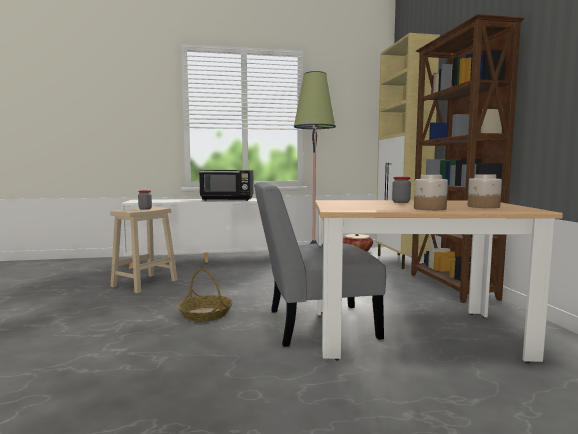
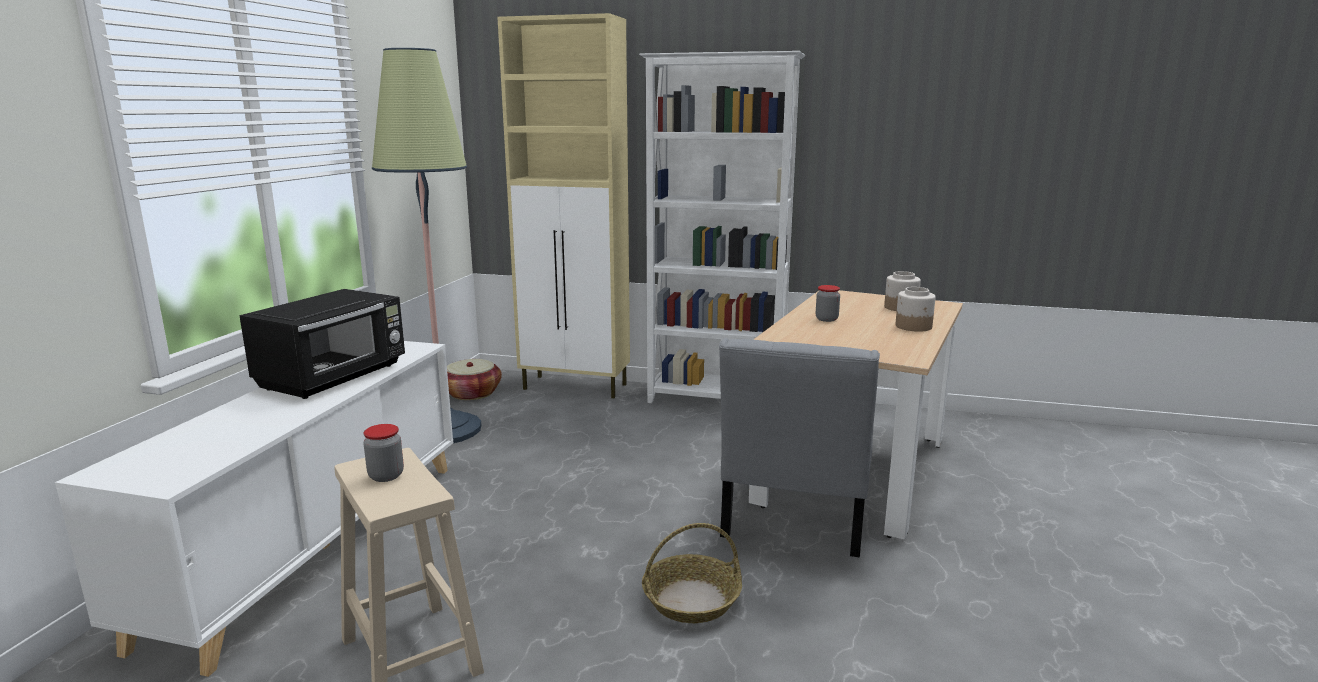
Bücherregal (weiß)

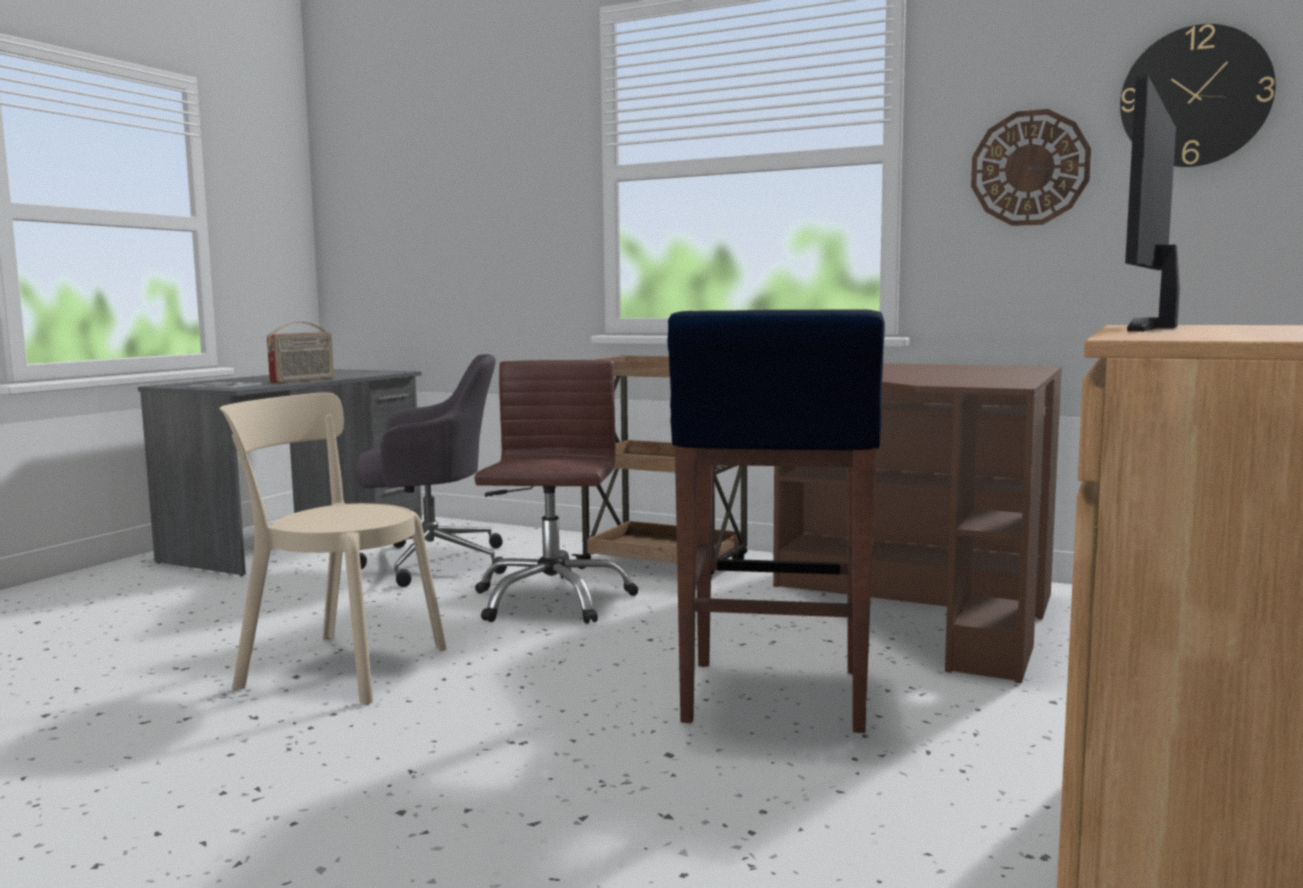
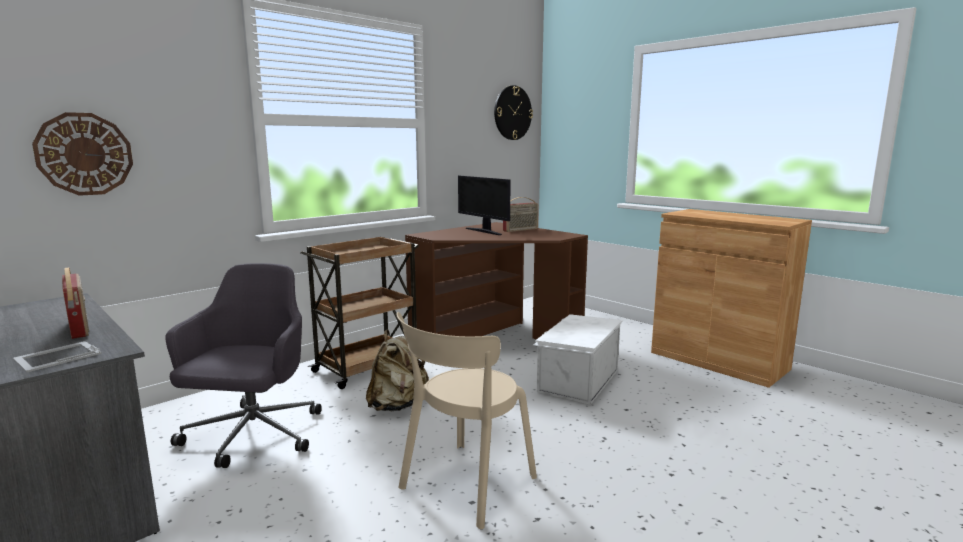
Wanduhr (no. 1 from left)
Rucksack (beige)
Monitor
Radio (no. 2 from left)
Aufbewahrungsbox (weiß)

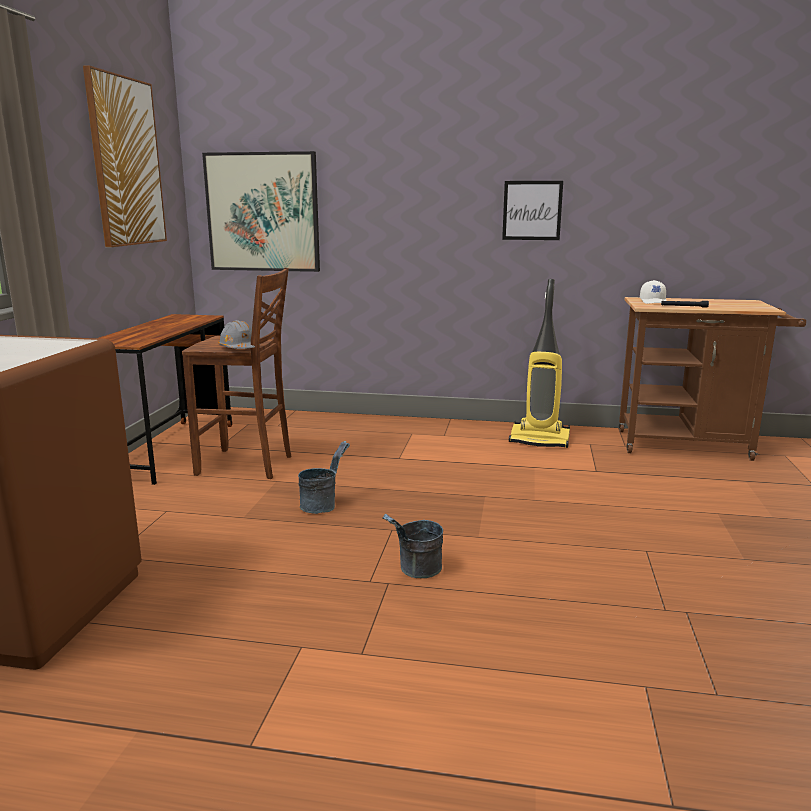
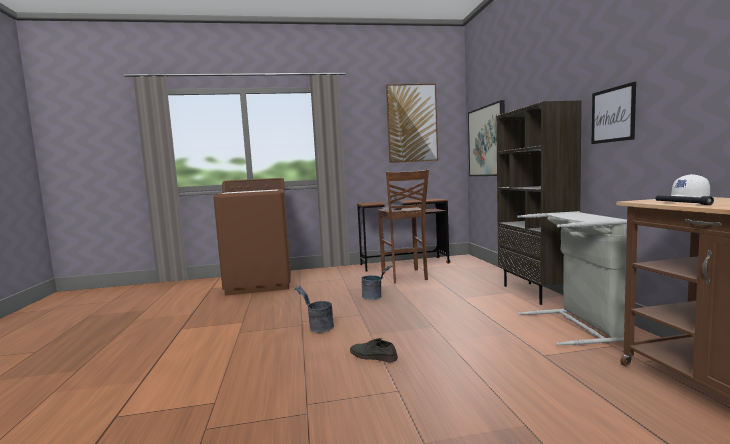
Schuh (grau)
Bücherregal (braun)
Wäschekorb (grau)

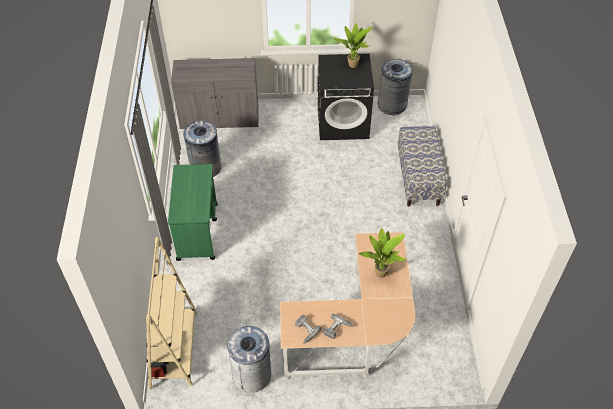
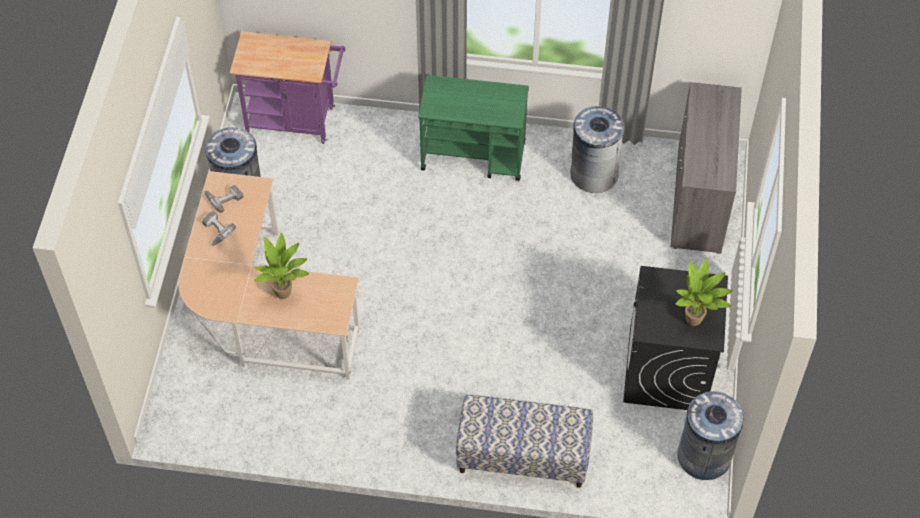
Rollwagen (lila)

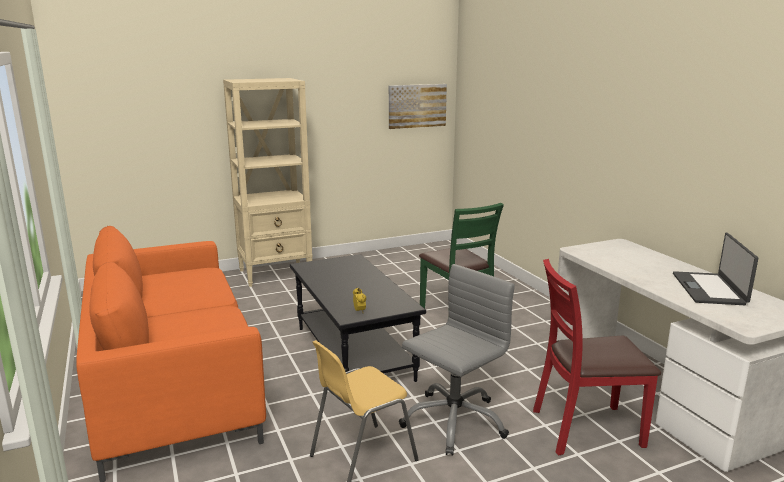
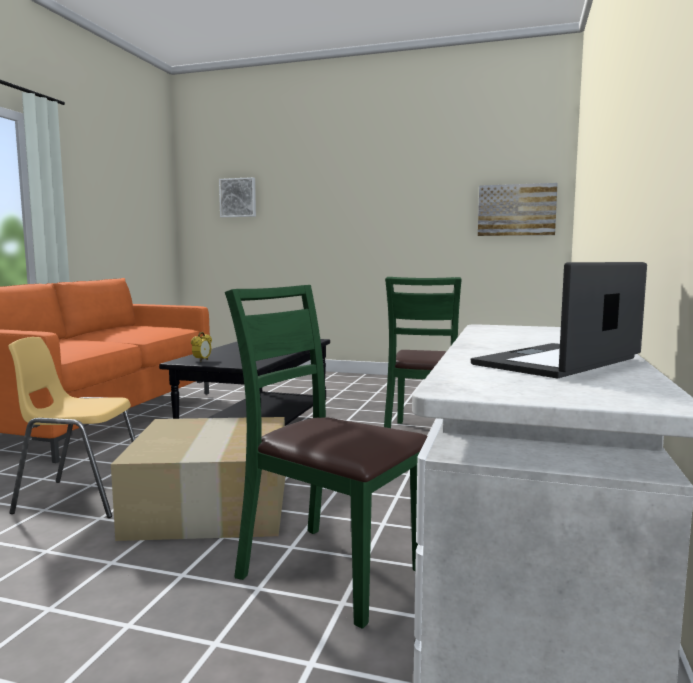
Karton
Bild (no. 1 from left)
Stuhl (grün) (no. 1 from left)
Bücherregal (beige)

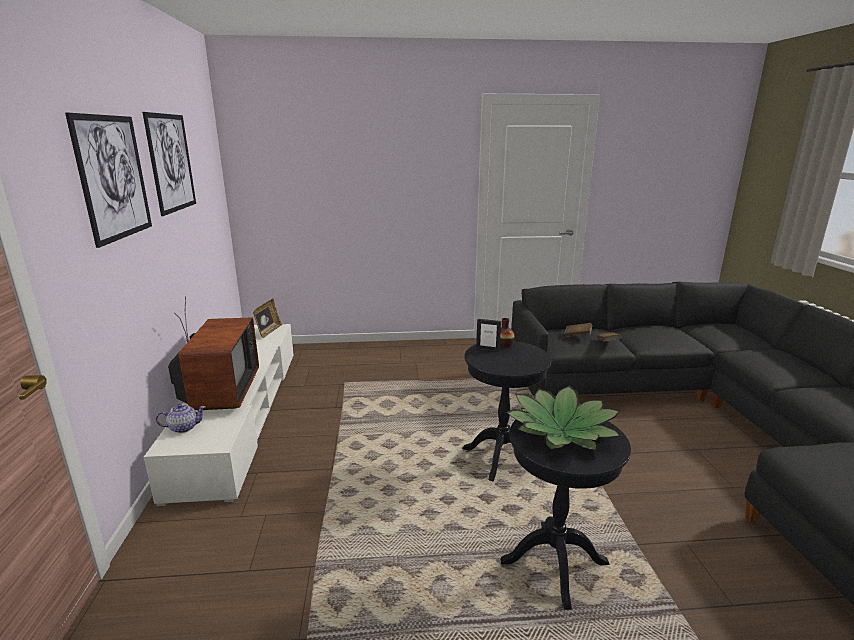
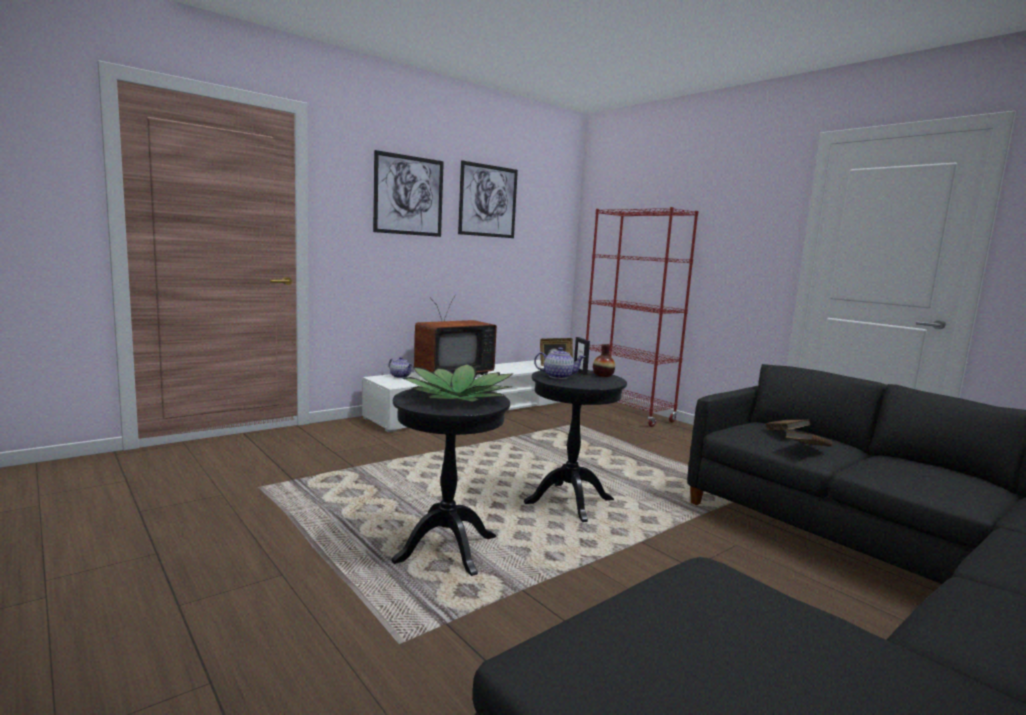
Teekanne (no. 2 from left)
Bücherregal (rot)

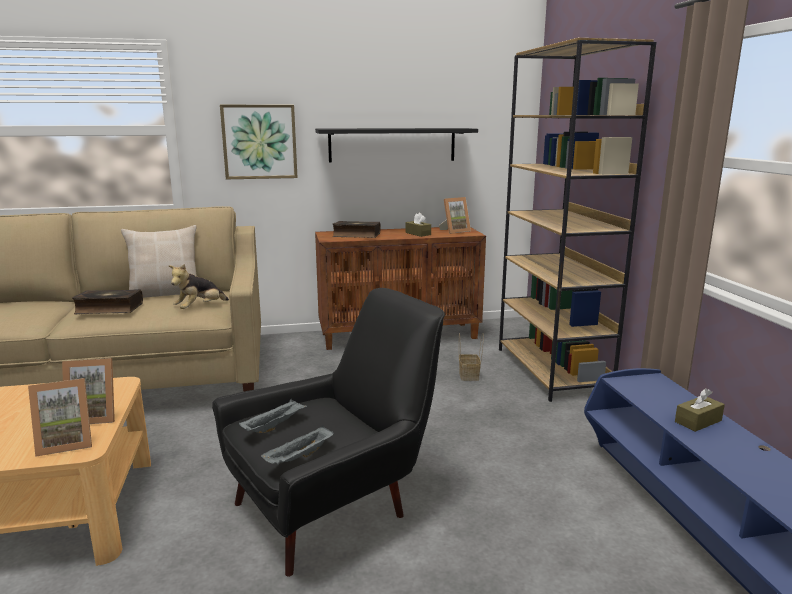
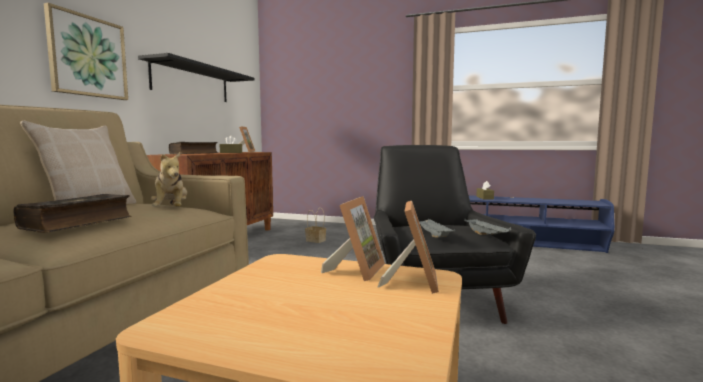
Bücherregal (braun)

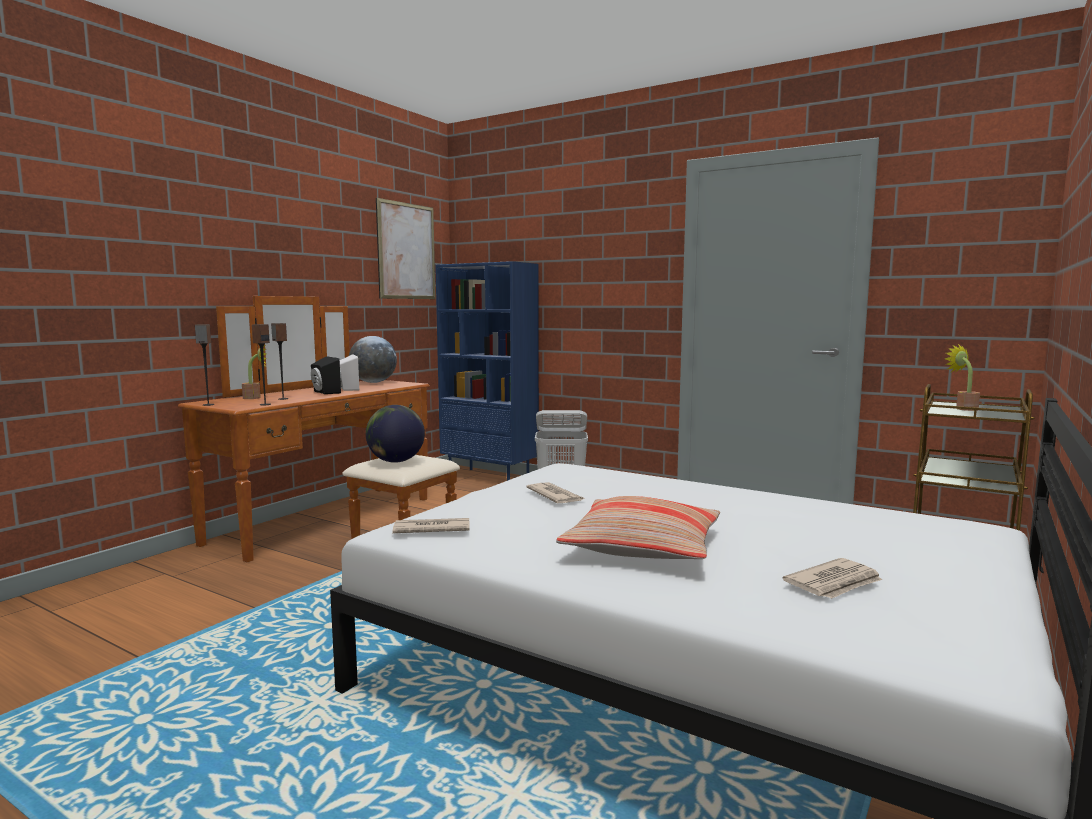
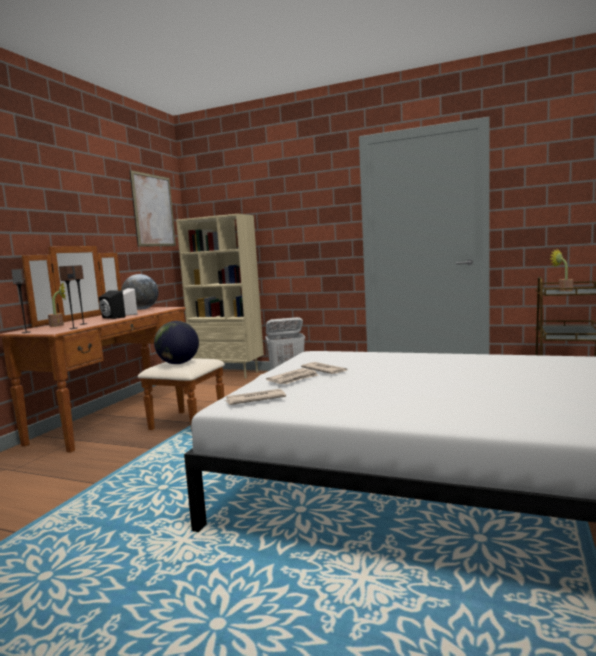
Bücherregal (beige)
Zeitung (no. 2 from left)
Kissen

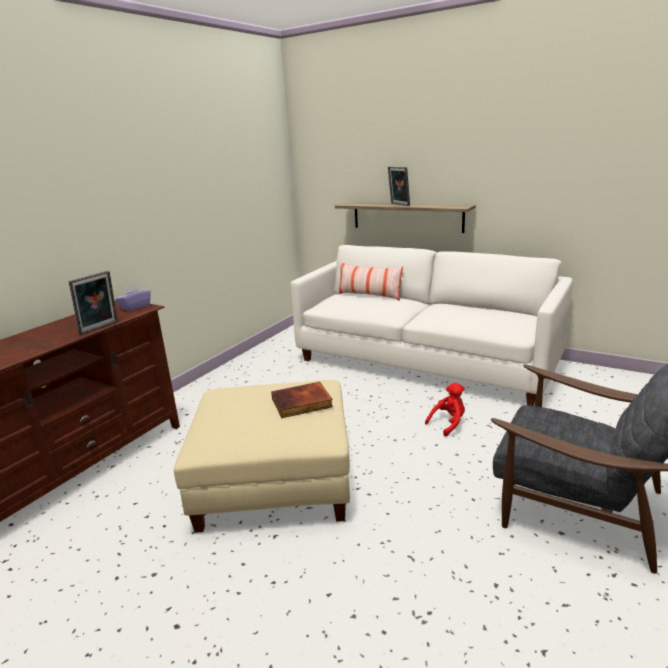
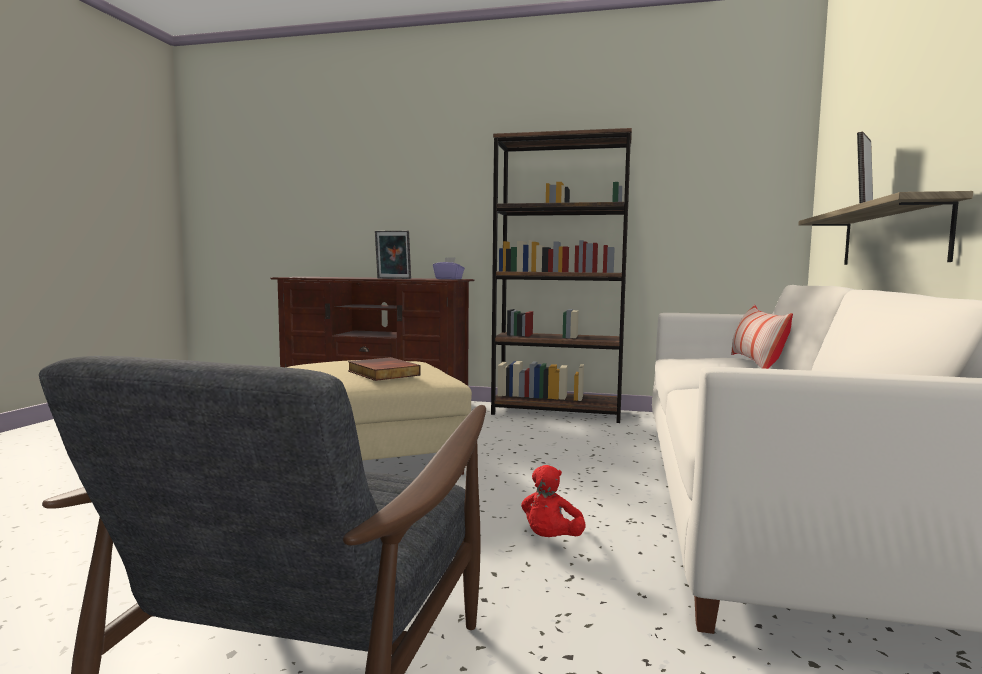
Bücherregal (braun)
Plüschtier (rot)

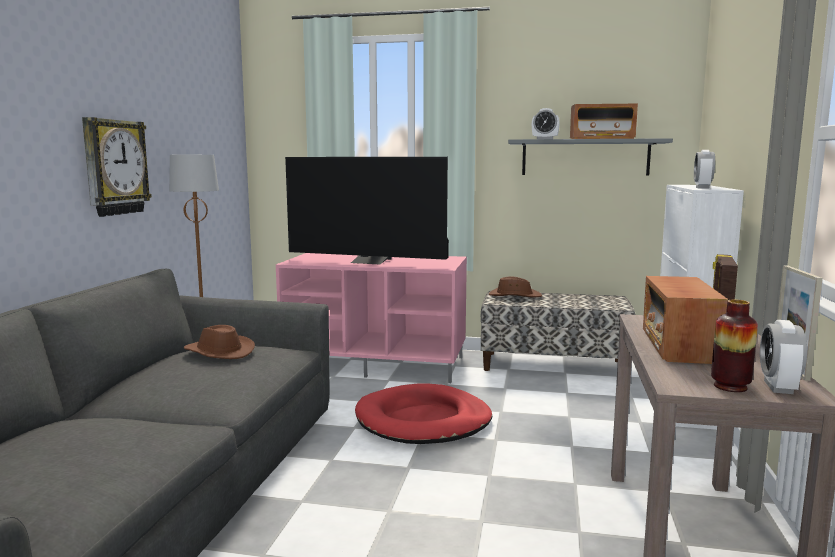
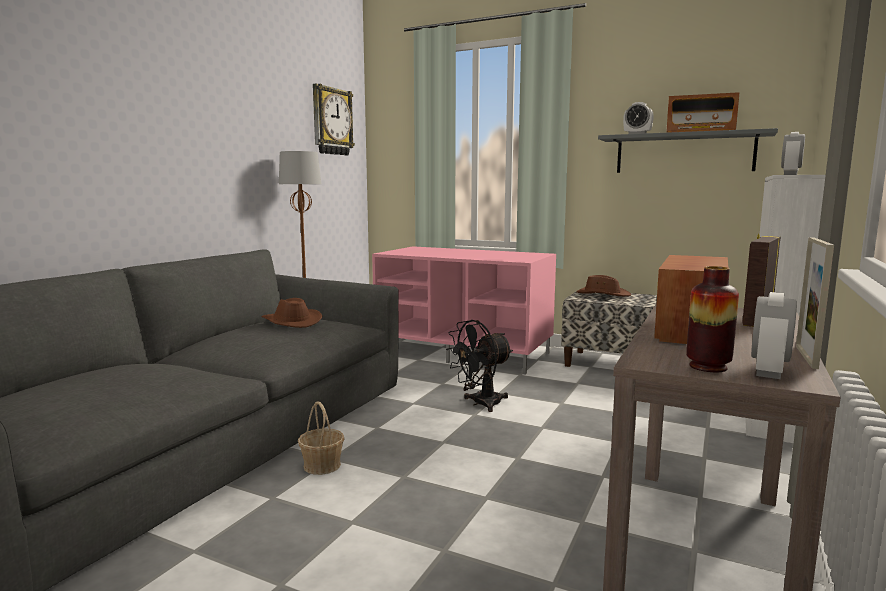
Korb
Wanduhr
Ventilator (schwarz)
Fernseher

